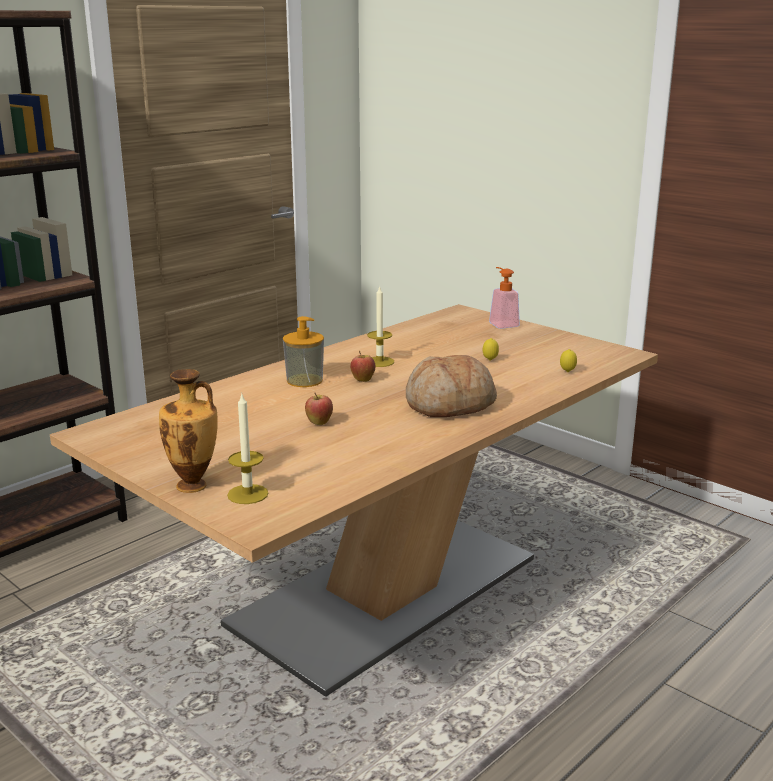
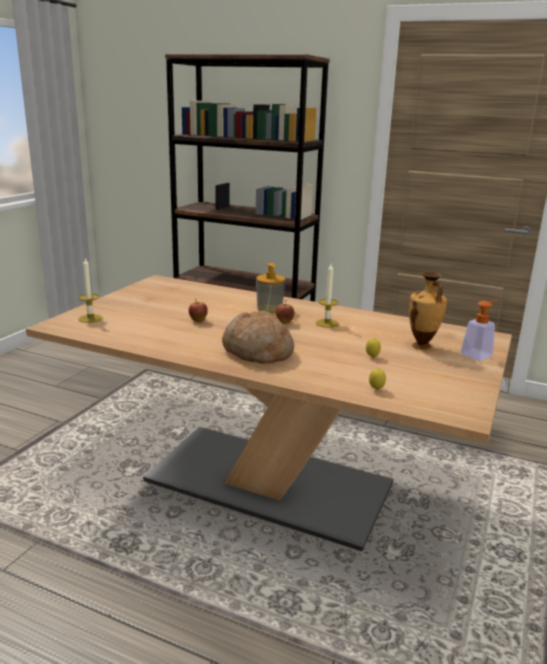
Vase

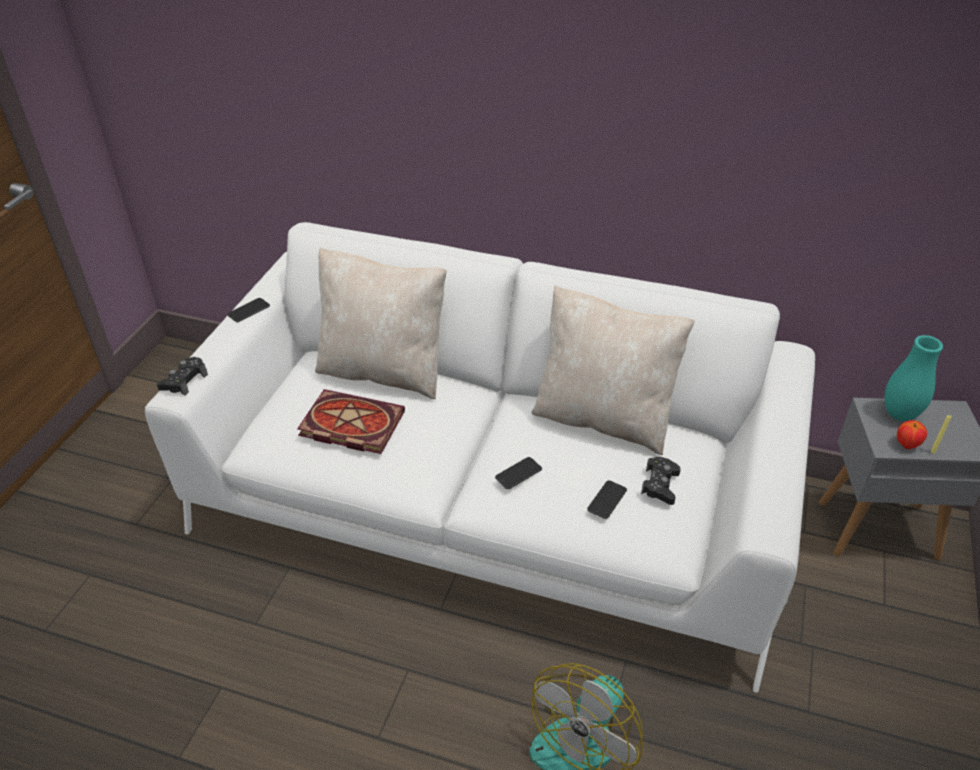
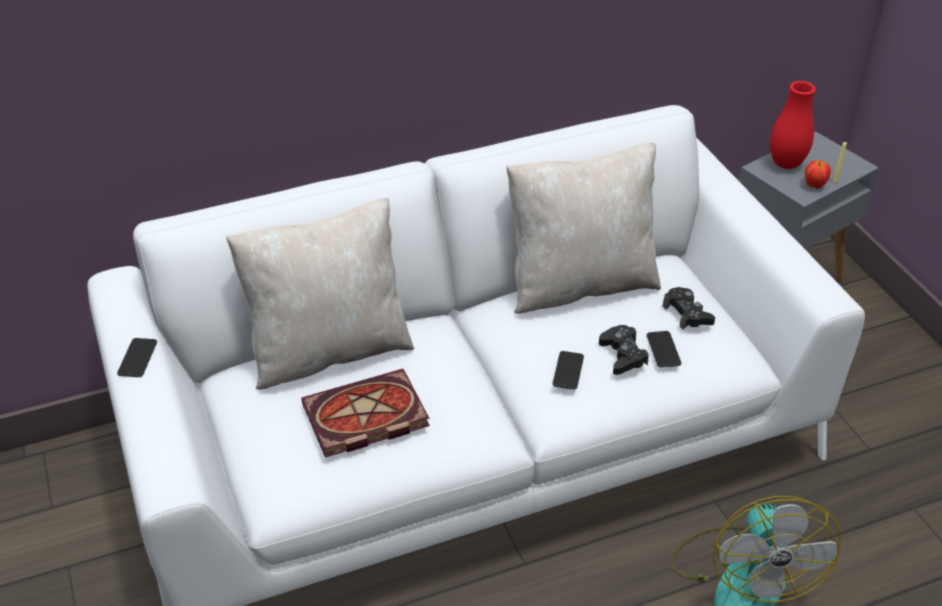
Gamepad (schwarz) (no. 1 from left)
Vase (rot)

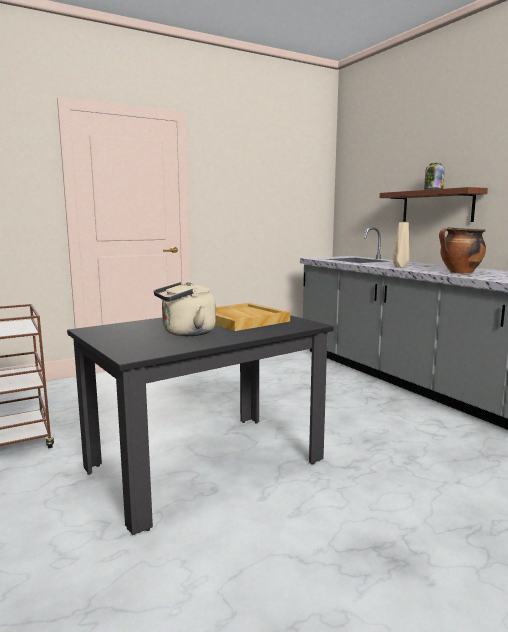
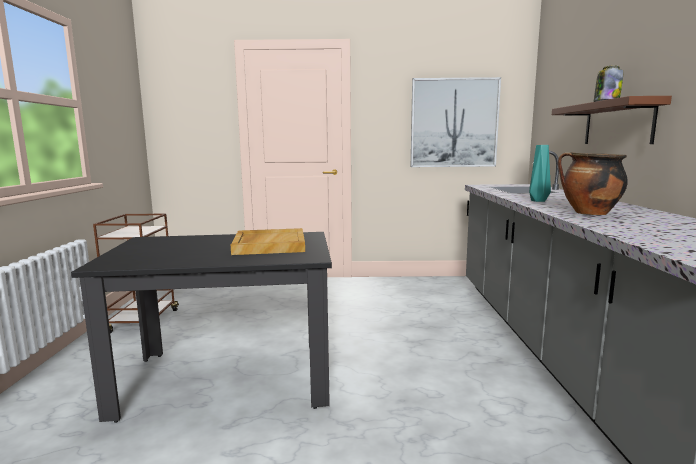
Bild
Vase (türkis)
Wasserkessel (beige)

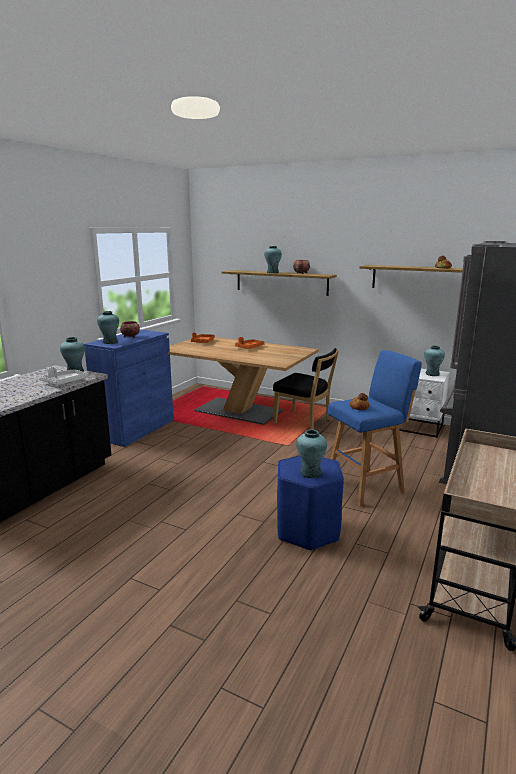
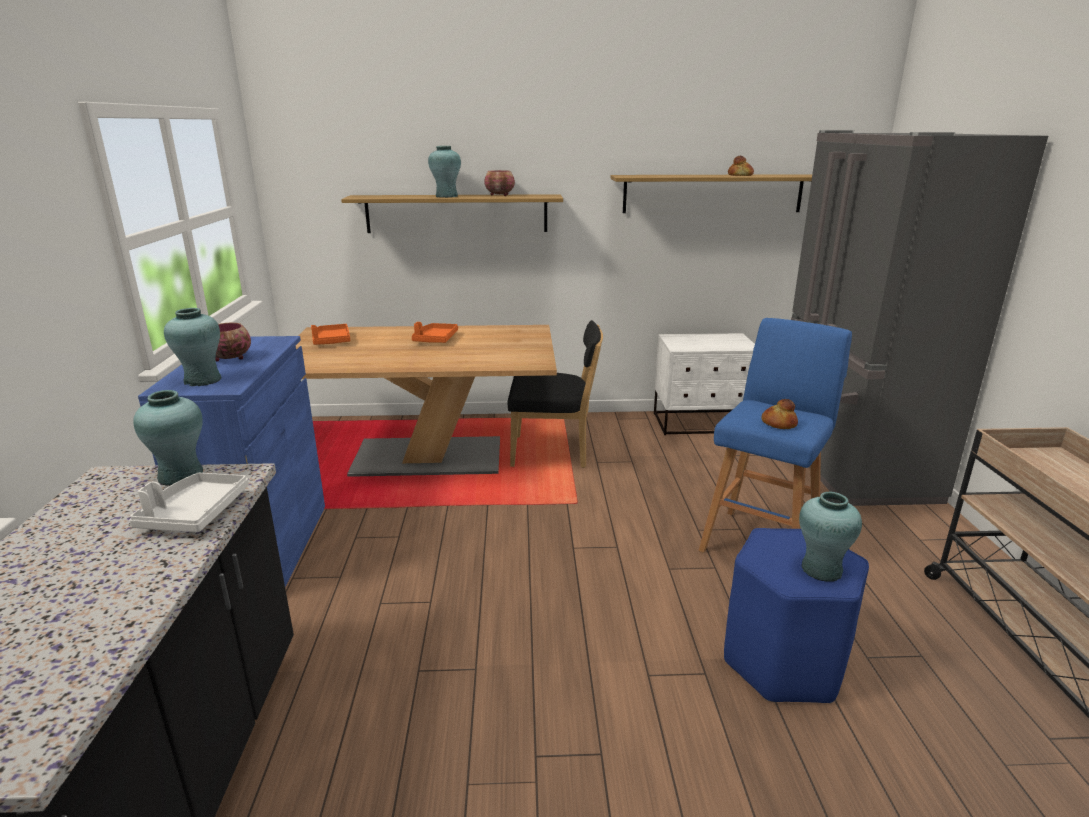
Vase (türkis) (no. 5 from left in the first image)

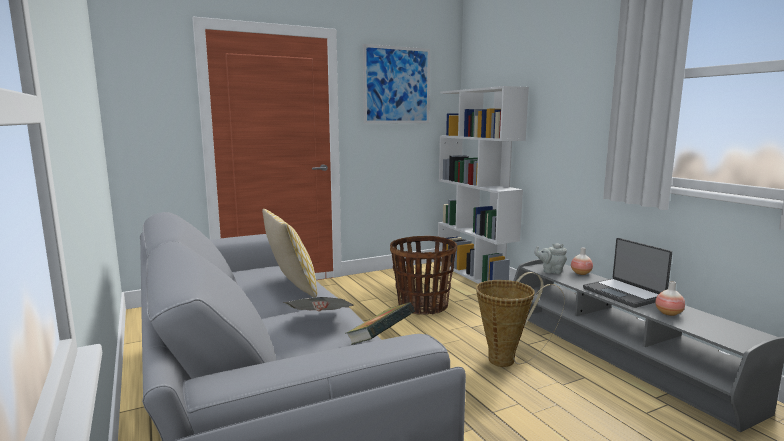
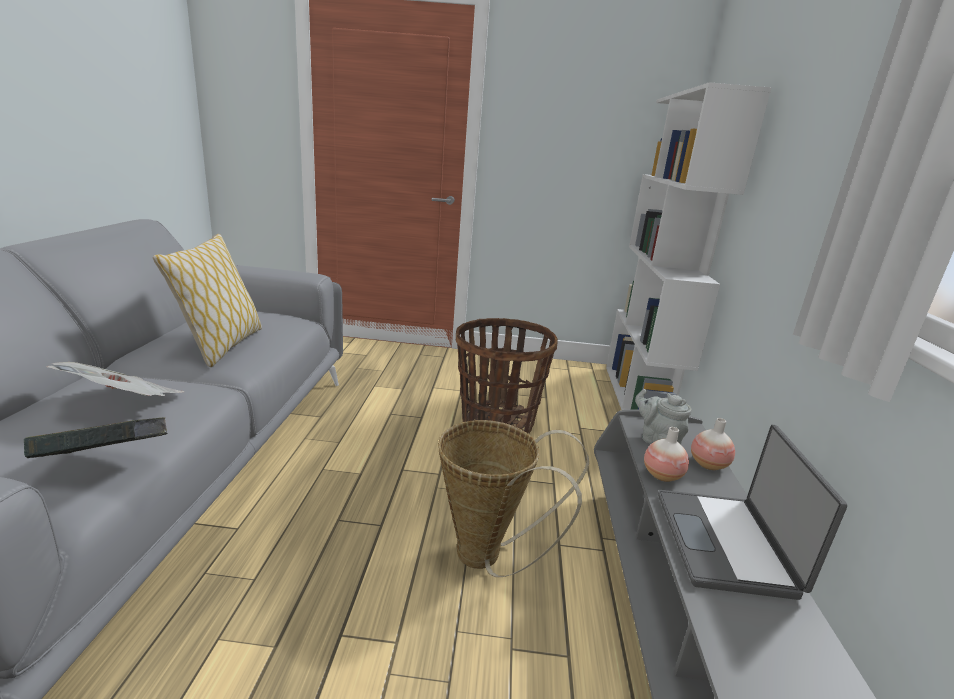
Vase (no. 1 from left)
Bild

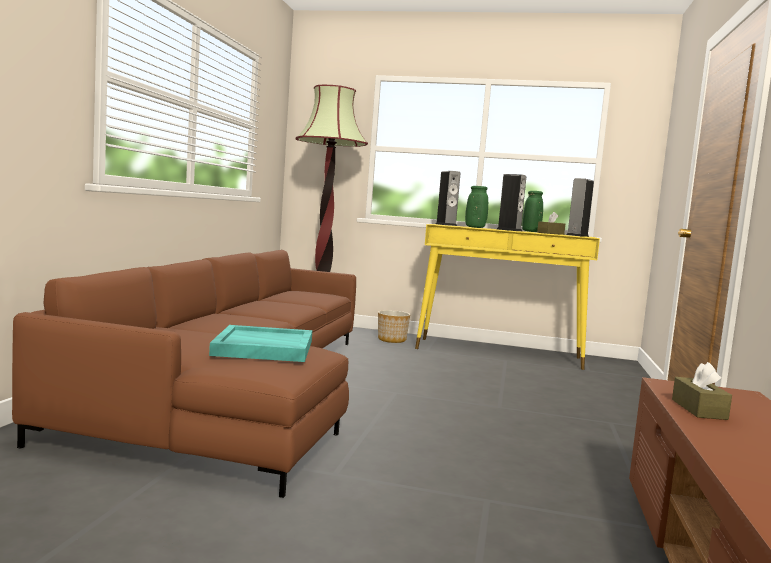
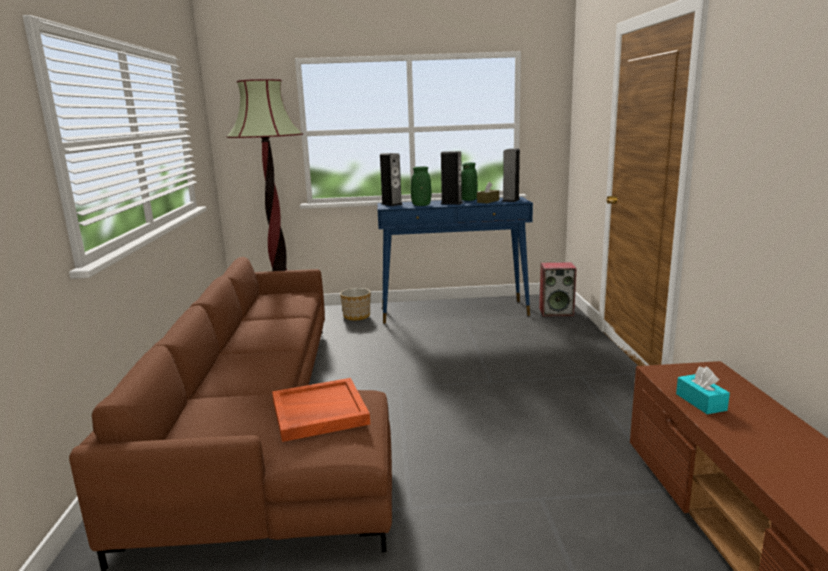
Tablett (orange)
Konsolentisch (blau)
Lautsprecher (no. 4 from left)
Taschentuchbox (türkis)

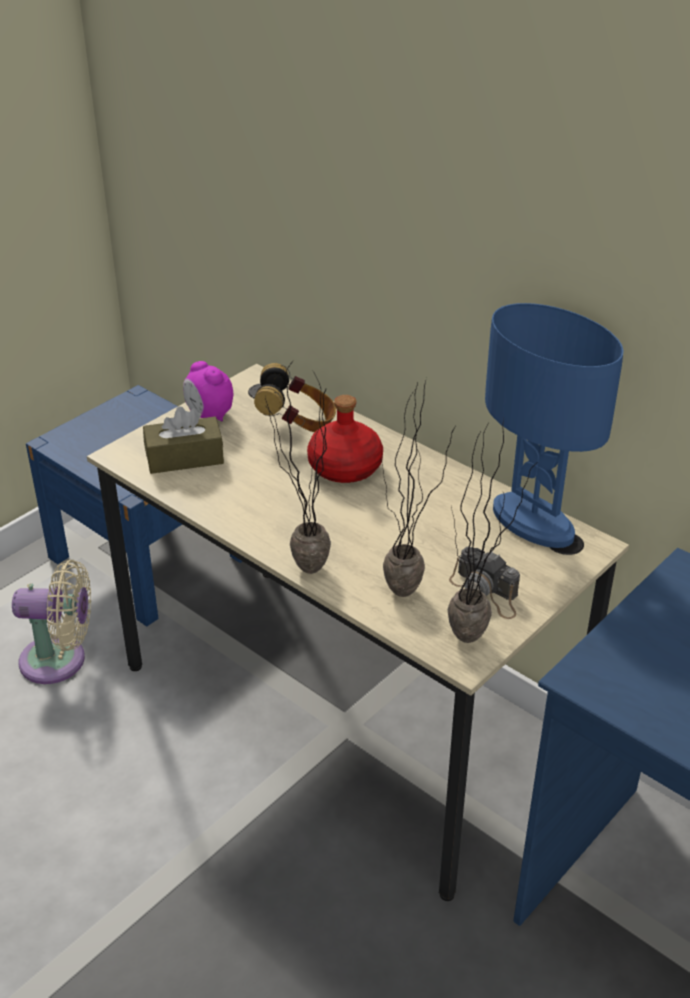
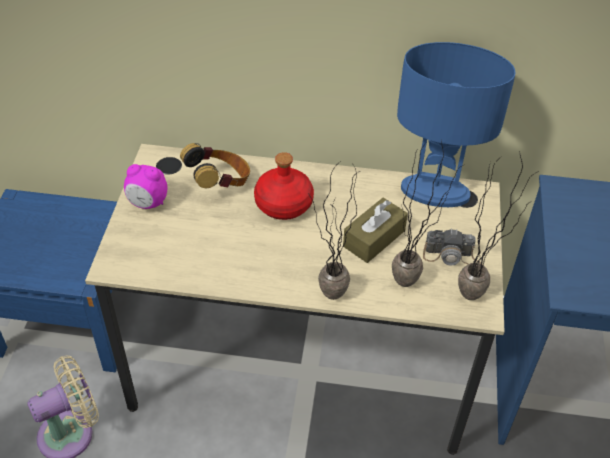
Taschentuchbox (braun)

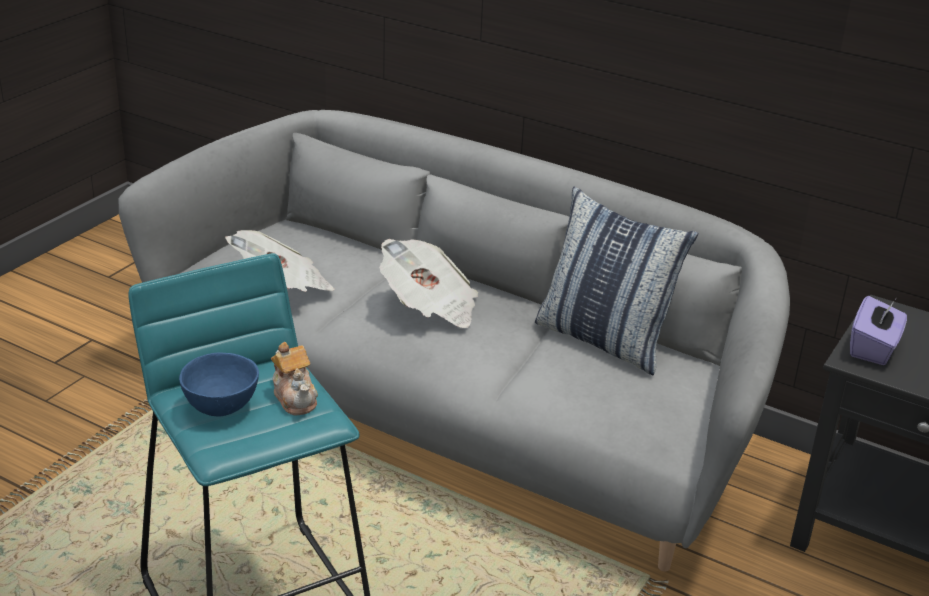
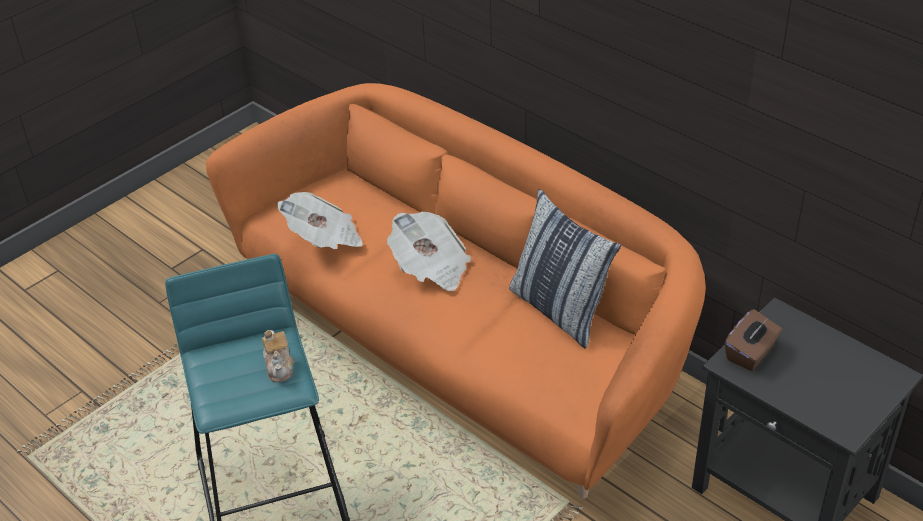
Sofa (orange)
Taschentuchbox (braun)
Schüssel (blau)

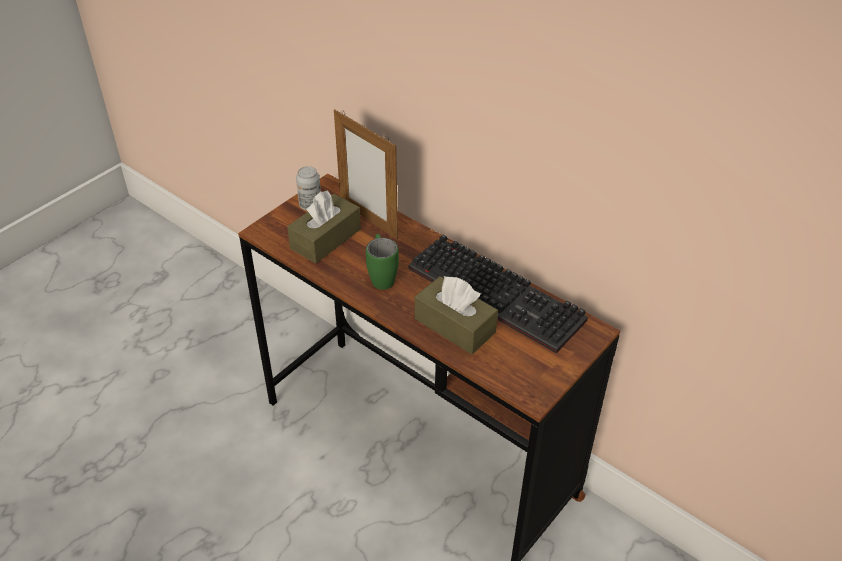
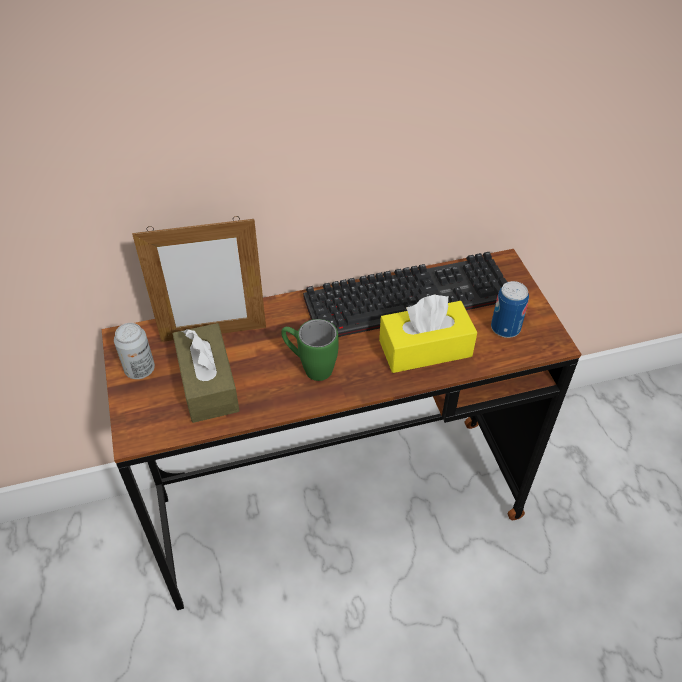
Taschentuchbox (gelb)
Dose (no. 2 from left)

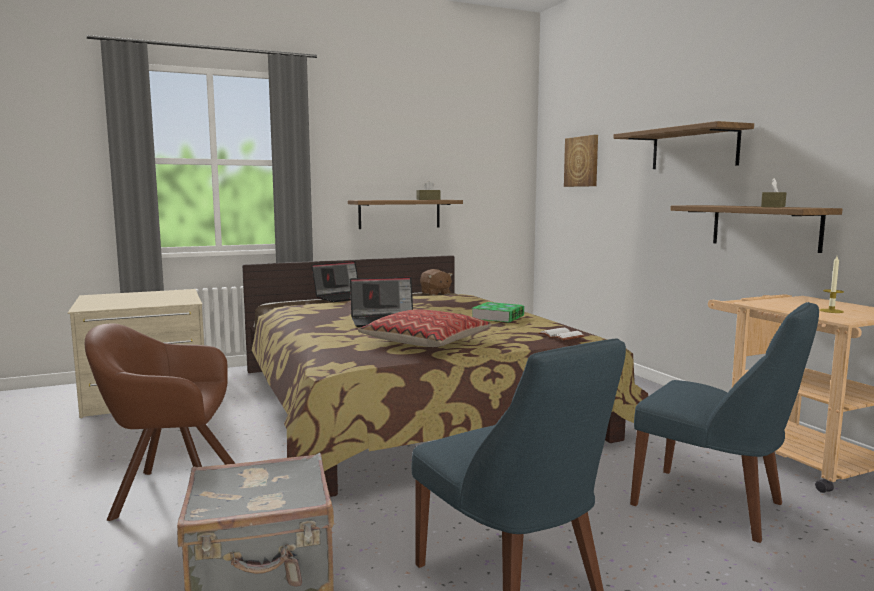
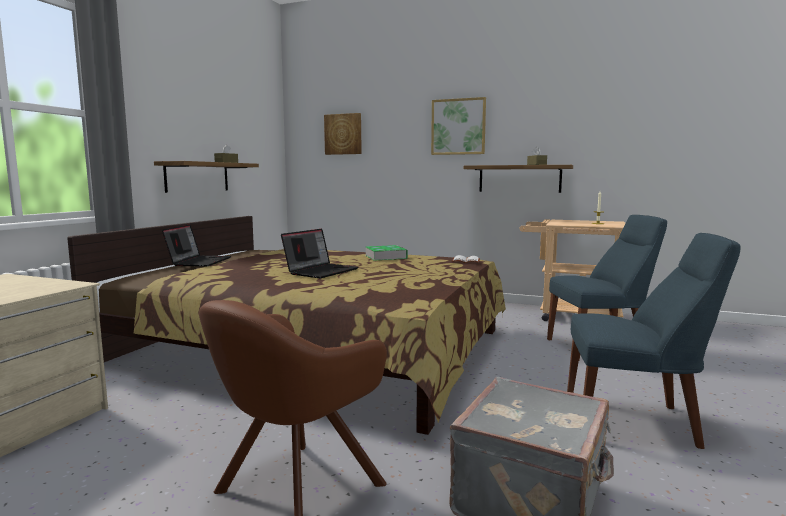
Bild (no. 2 from left)
Kissen
Plüschtier (braun)

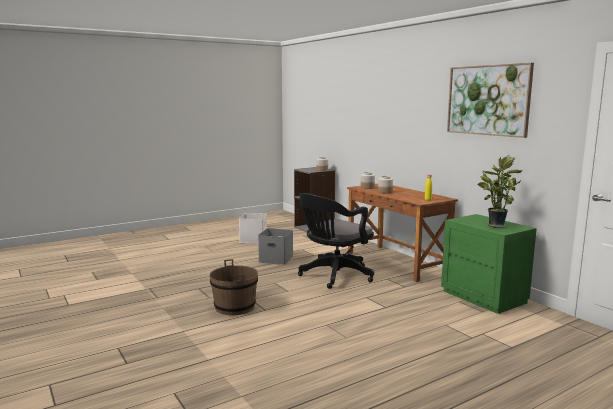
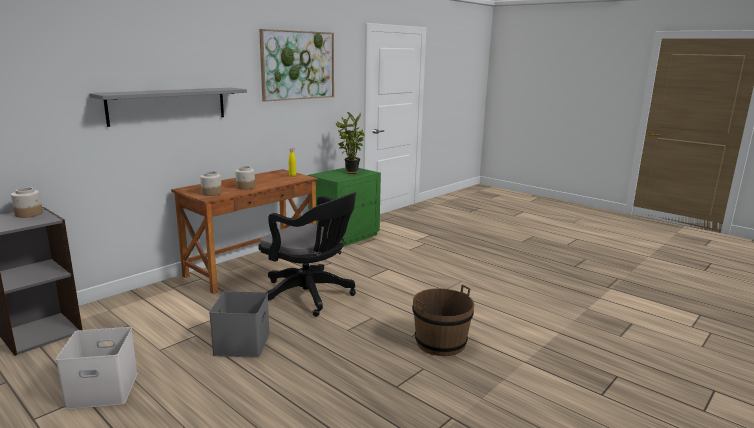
Wandregal (grau)

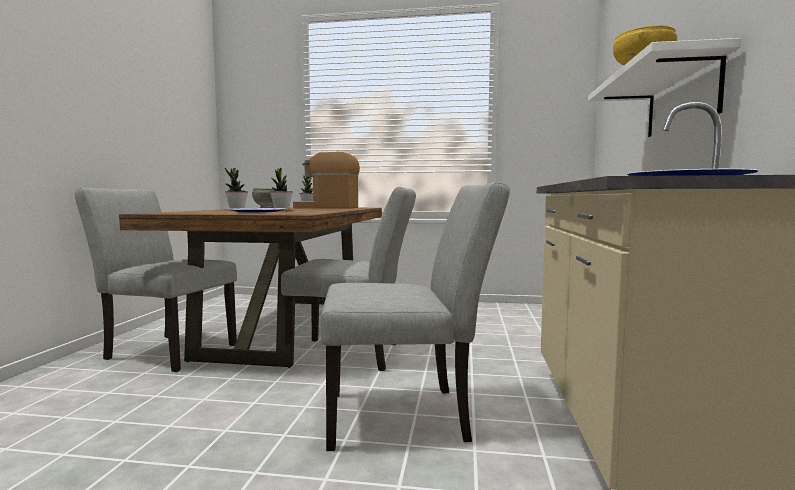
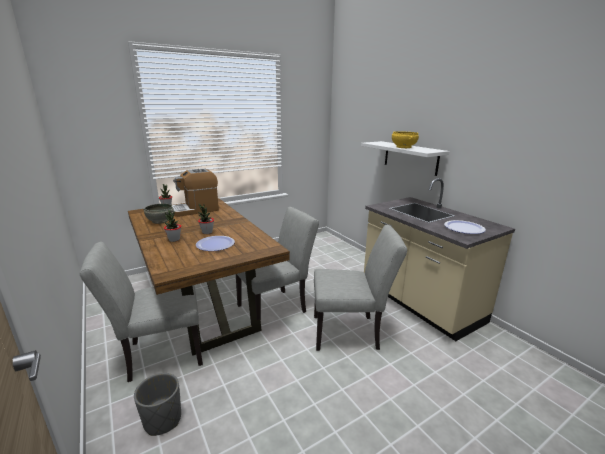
Pflanzkübel (grau)
Stuhl (grau) (no. 3 from left)

